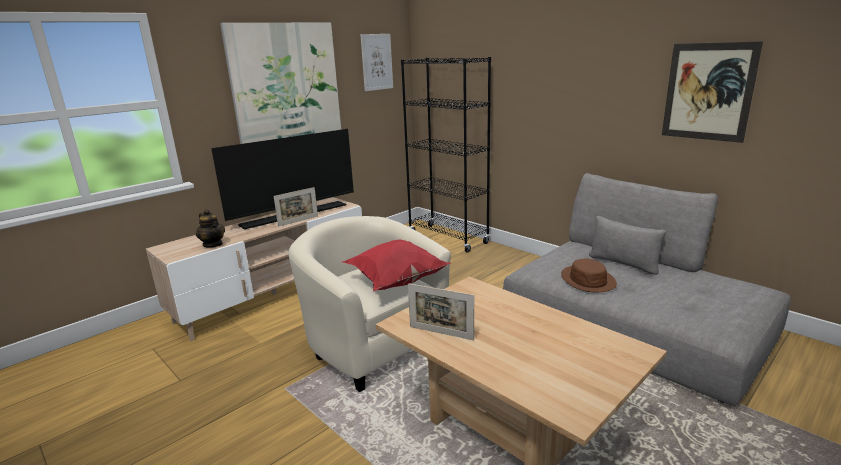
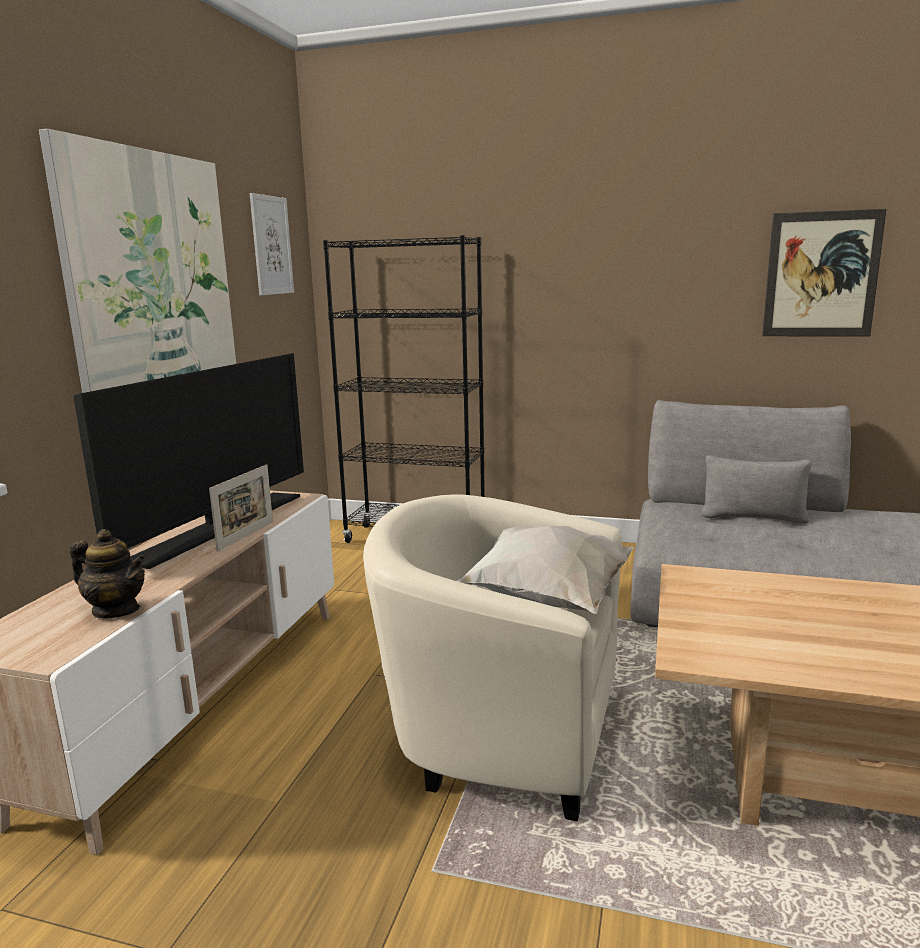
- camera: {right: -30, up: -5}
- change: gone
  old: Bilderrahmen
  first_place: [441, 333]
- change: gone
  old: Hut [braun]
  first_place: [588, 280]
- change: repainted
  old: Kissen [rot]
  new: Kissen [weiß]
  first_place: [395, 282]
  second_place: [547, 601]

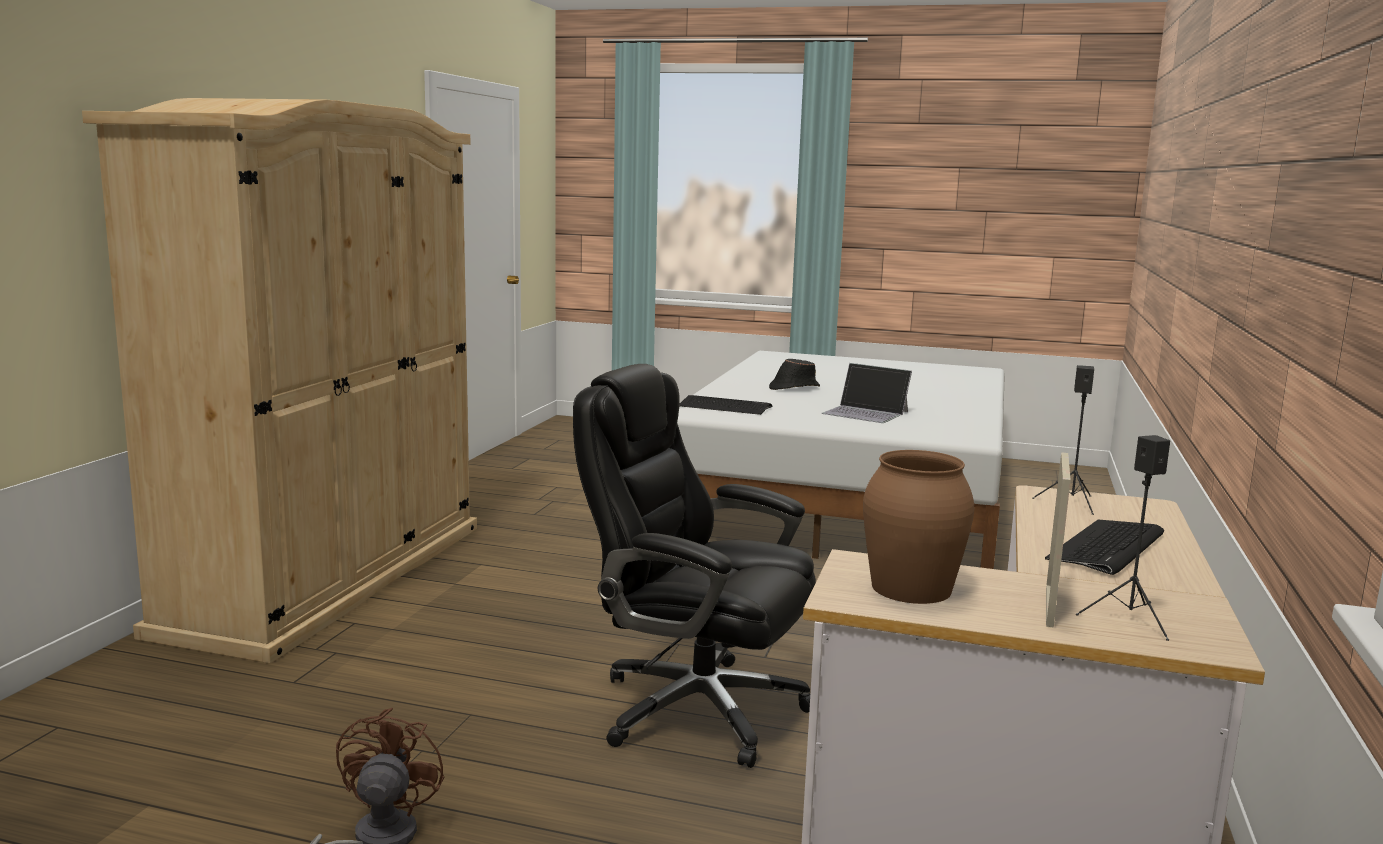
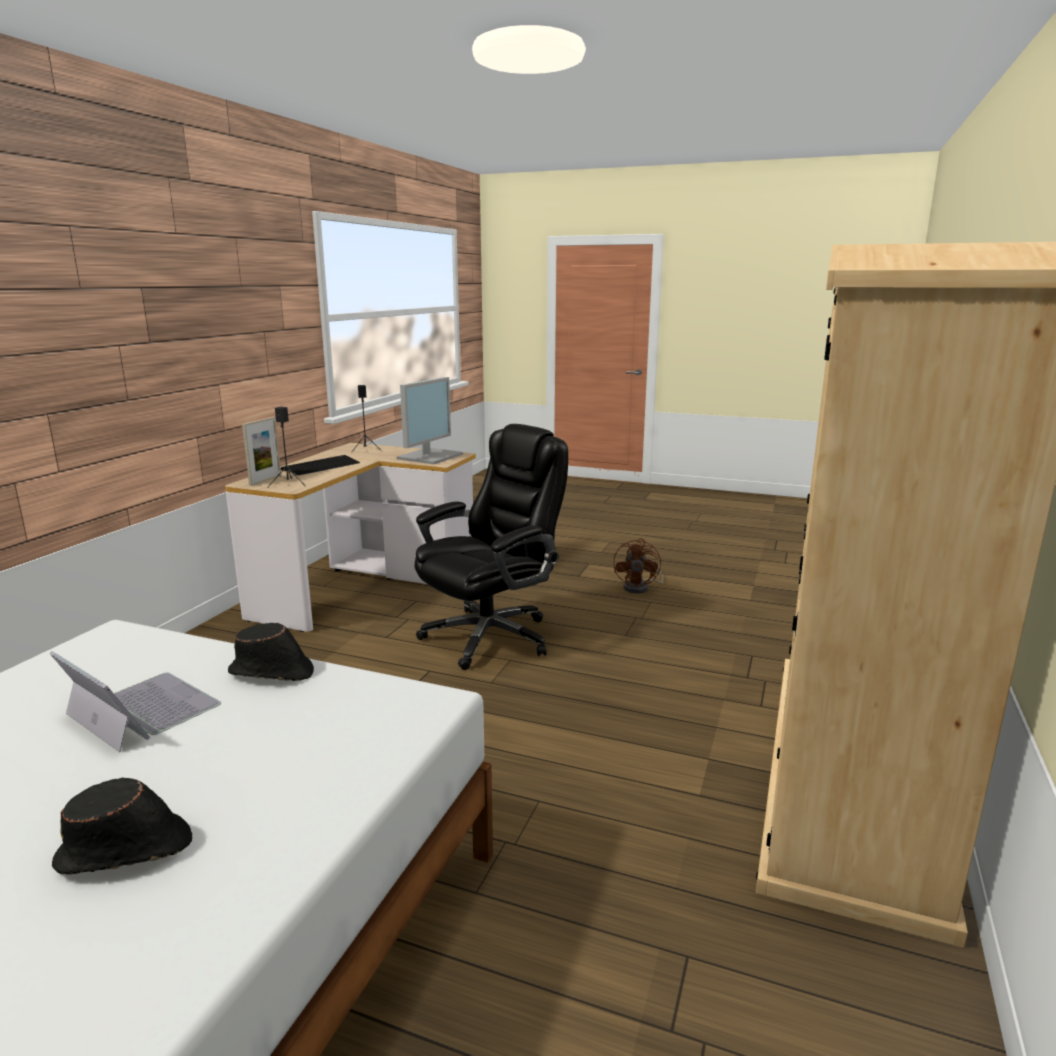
- camera: {right: -175, up: 5}
- change: gone
  old: Tastatur
  first_place: [724, 407]
- change: new
  new: Hut [schwarz]
  second_place: [272, 672]
- change: shifted
  old: Bilderrahmen
  first_place: [1049, 606]
  second_place: [265, 480]
- change: swapped
  old: Vase [braun]
  new: Monitor
  first_place: [912, 588]
  second_place: [430, 456]
- change: rotated
  old: Bürostuhl [schwarz]
  first_place: [695, 708]
  second_place: [491, 636]
  degrees: -75

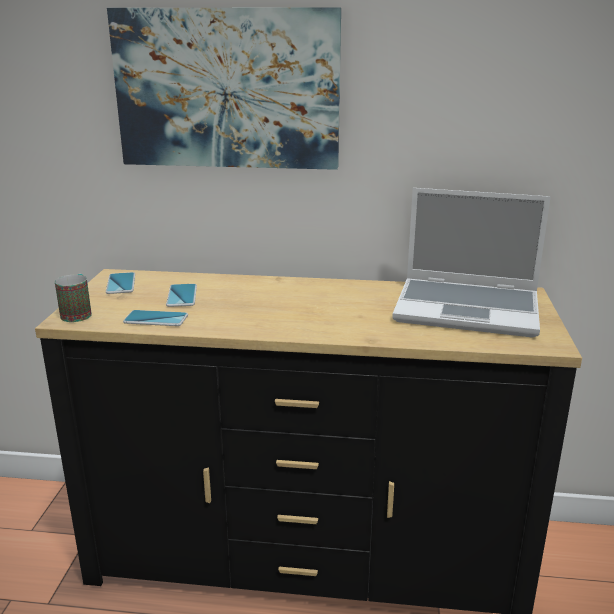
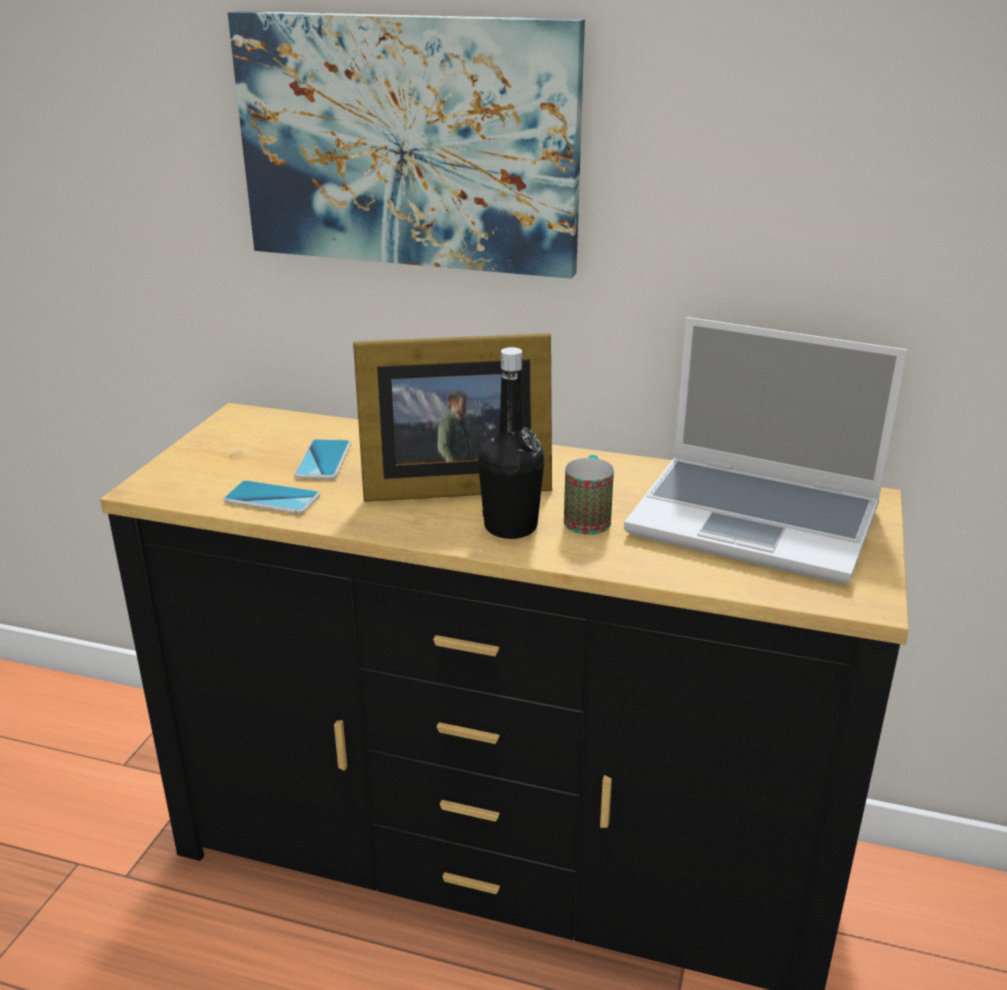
- camera: {right: 10, up: 5}
- change: gone
  old: Handy
  first_place: [121, 284]
- change: new
  new: Bilderrahmen
  second_place: [450, 484]
- change: new
  new: Flasche [schwarz]
  second_place: [510, 527]
- change: shifted
  old: Henkelbecher
  first_place: [78, 313]
  second_place: [588, 518]

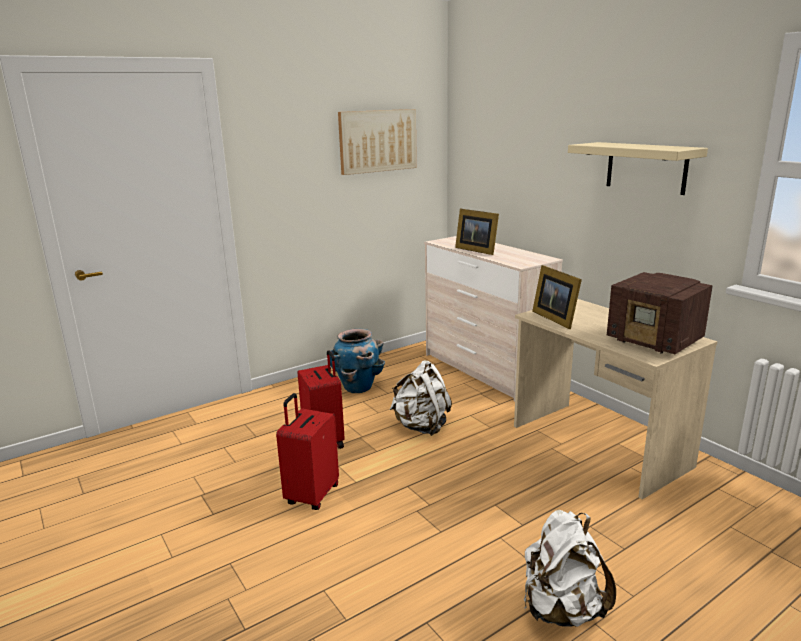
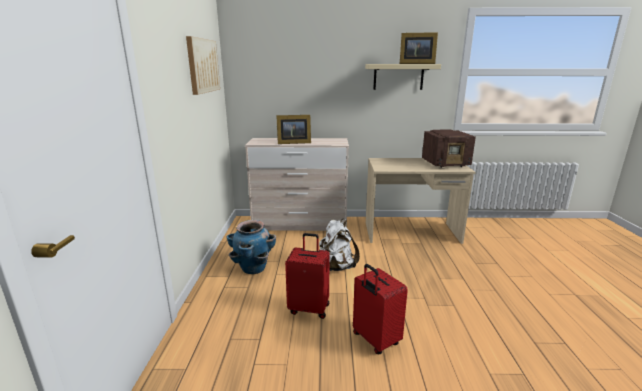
- camera: {right: -55, up: 0}
- change: gone
  old: Rucksack [weiß]
  first_place: [561, 609]
- change: shifted
  old: Bilderrahmen
  first_place: [555, 318]
  second_place: [415, 63]

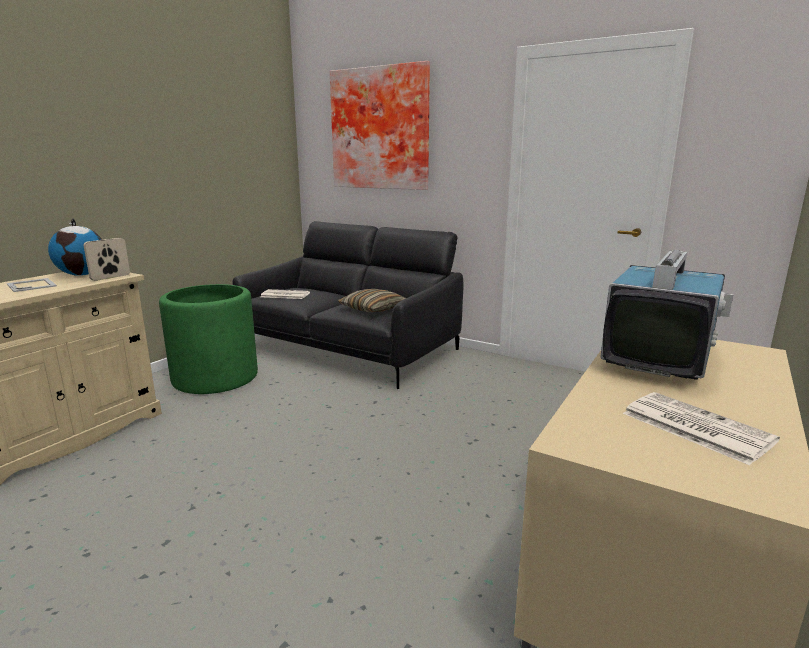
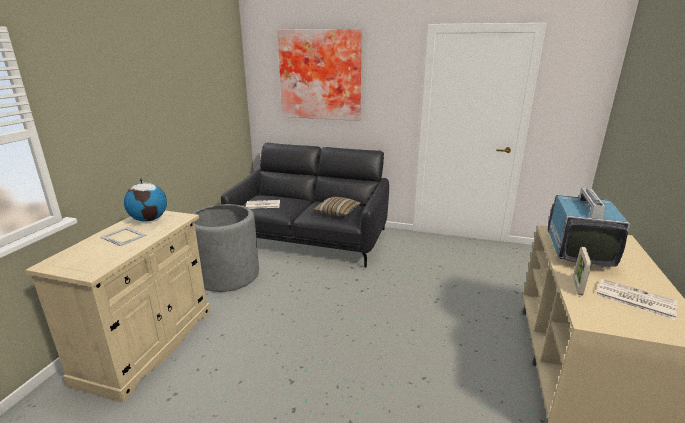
- camera: {right: -15, up: 5}
- change: shifted
  old: Bilderrahmen
  first_place: [110, 277]
  second_place: [577, 286]
- change: repainted
  old: Pflanzkübel [grün]
  new: Pflanzkübel [grau]
  first_place: [215, 377]
  second_place: [228, 275]

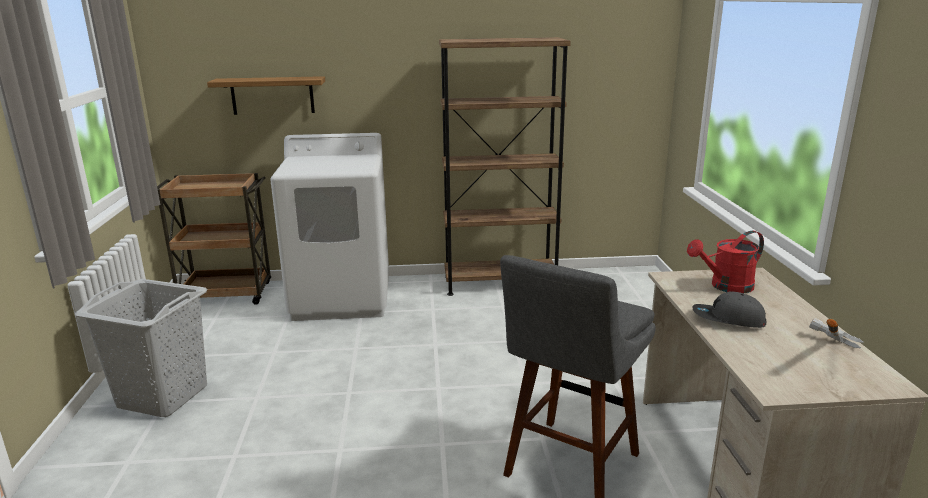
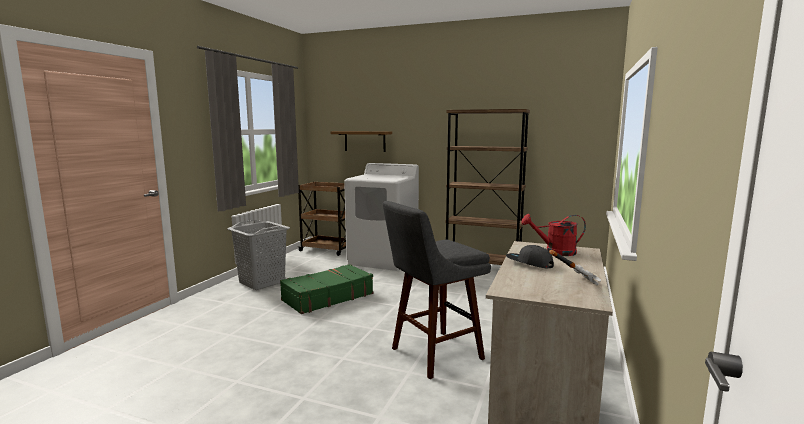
- camera: {right: 25, up: -10}
- change: new
  new: Koffer [grün]
  second_place: [327, 297]

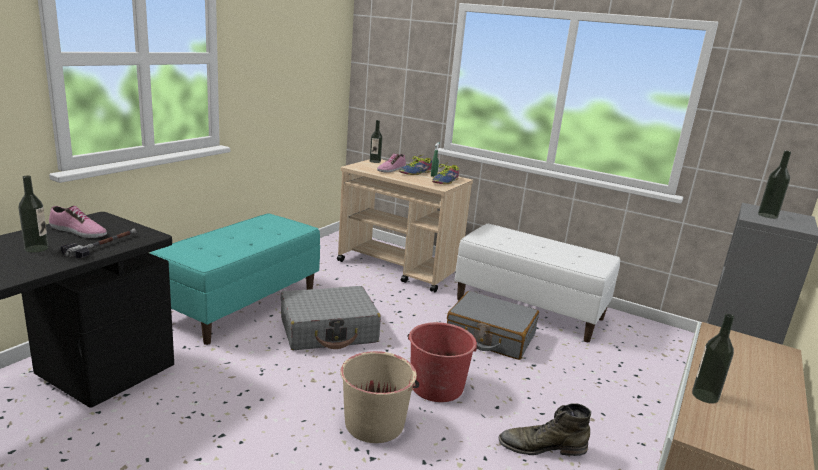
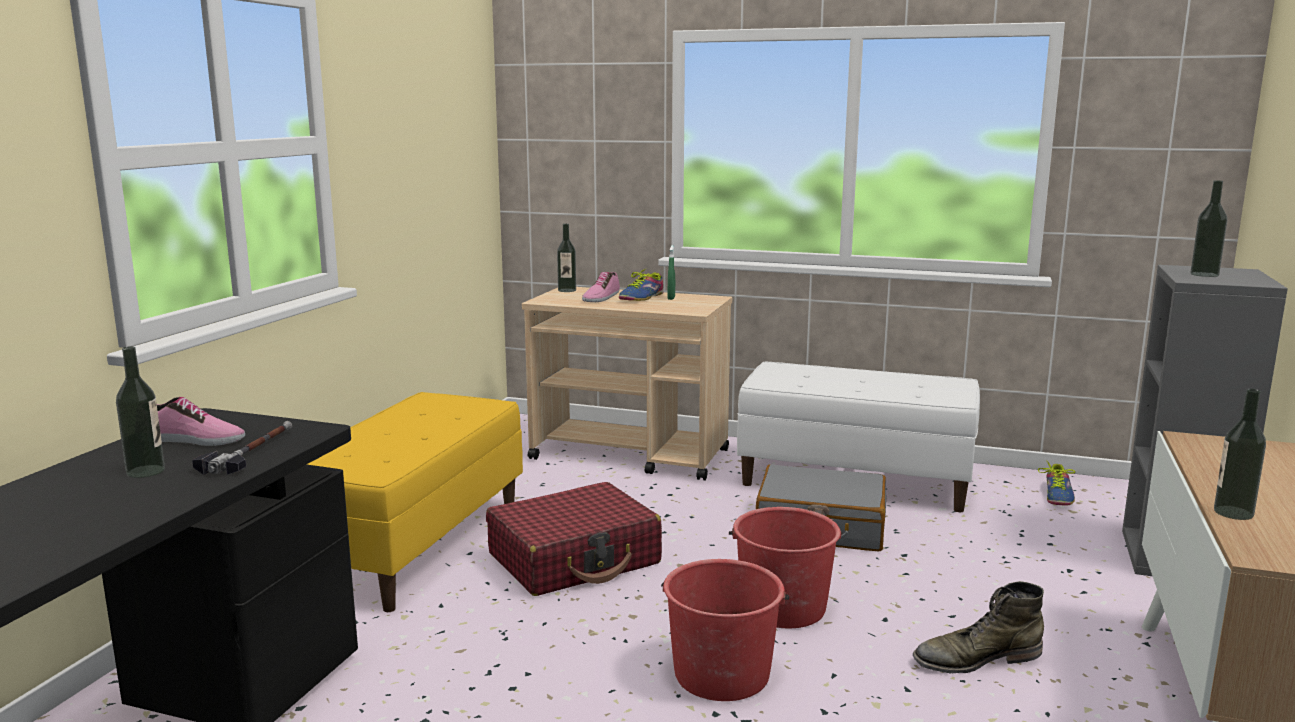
- camera: {right: -10, up: -5}
- change: shifted
  old: Schuh
  first_place: [445, 181]
  second_place: [1058, 496]
- change: repainted
  old: Bank [türkis]
  new: Bank [gelb]
  first_place: [242, 304]
  second_place: [412, 545]
- change: repainted
  old: Koffer [grau]
  new: Koffer [rot]
  first_place: [329, 330]
  second_place: [575, 559]
- change: repainted
  old: Eimer [beige]
  new: Eimer [rot]
  first_place: [374, 423]
  second_place: [721, 674]

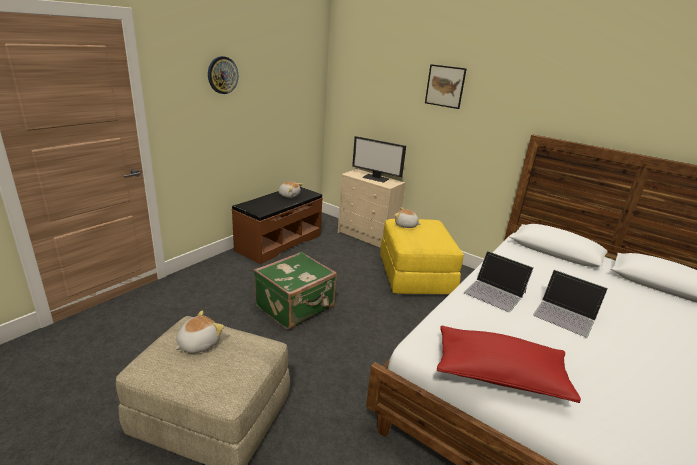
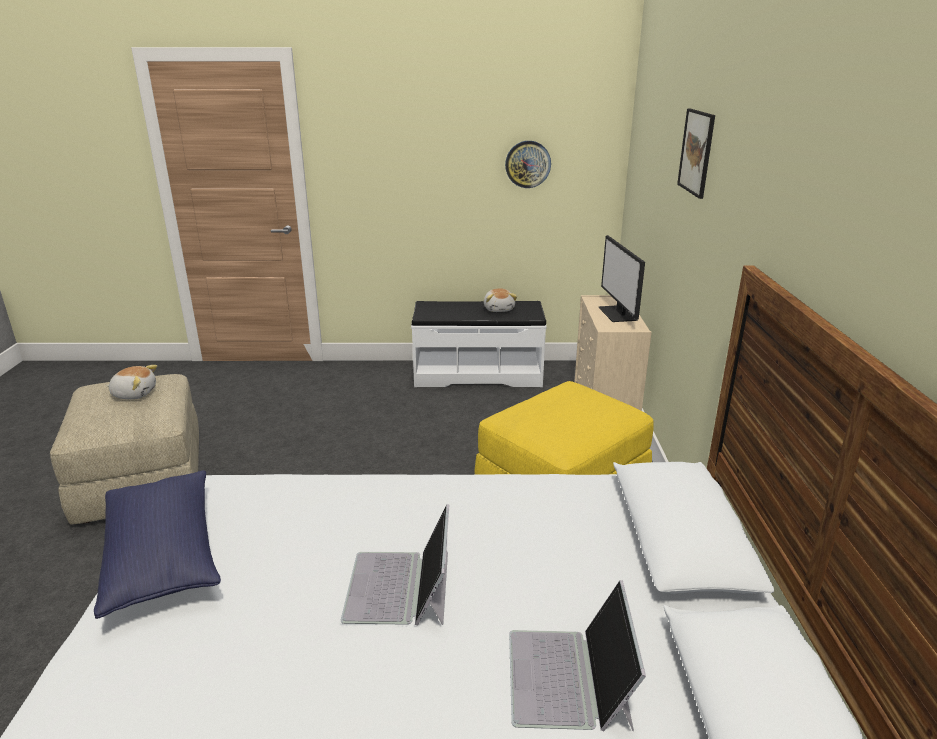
- camera: {right: 55, up: 0}
- change: gone
  old: Koffer [grün]
  first_place: [296, 307]
- change: gone
  old: Plüschtier
  first_place: [406, 225]
- change: shifted
  old: Wanduhr
  first_place: [222, 75]
  second_place: [528, 164]
- change: shifted
  old: Laptop
  first_place: [495, 292]
  second_place: [570, 678]
- change: repainted
  old: Bank [braun]
  new: Bank [weiß]
  first_place: [278, 242]
  second_place: [478, 374]
- change: repainted
  old: Kissen [rot]
  new: Kissen [blau]
  first_place: [499, 375]
  second_place: [163, 556]

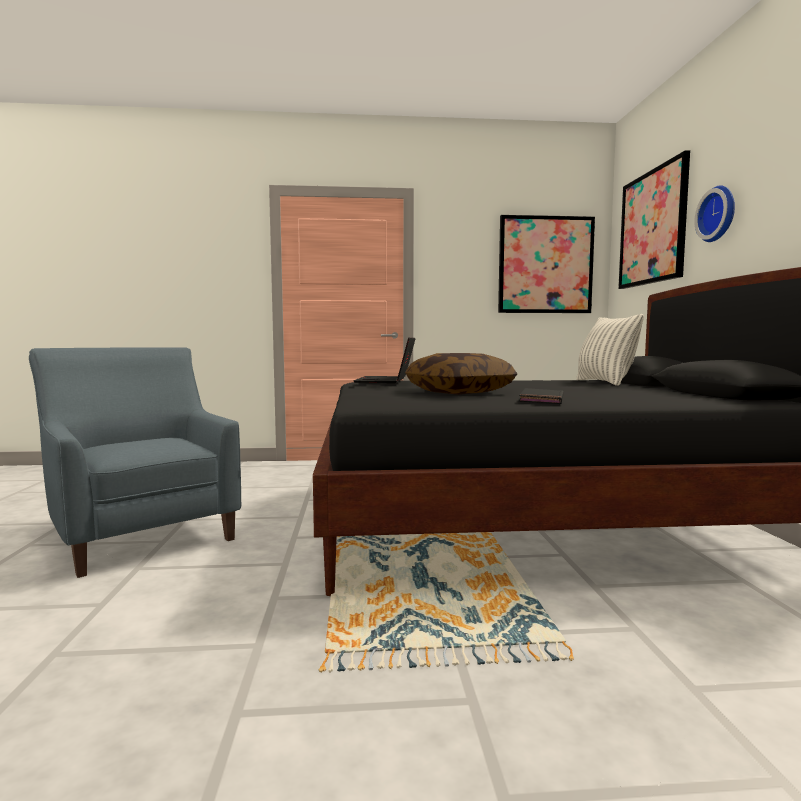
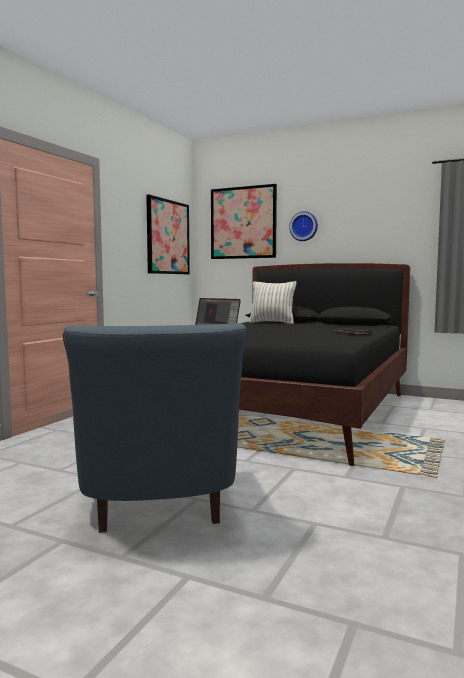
- camera: {right: -60, up: 0}
- change: gone
  old: Kissen
  first_place: [459, 392]
- change: rotated
  old: Sessel [blau]
  first_place: [140, 532]
  second_place: [158, 506]
  degrees: -90

